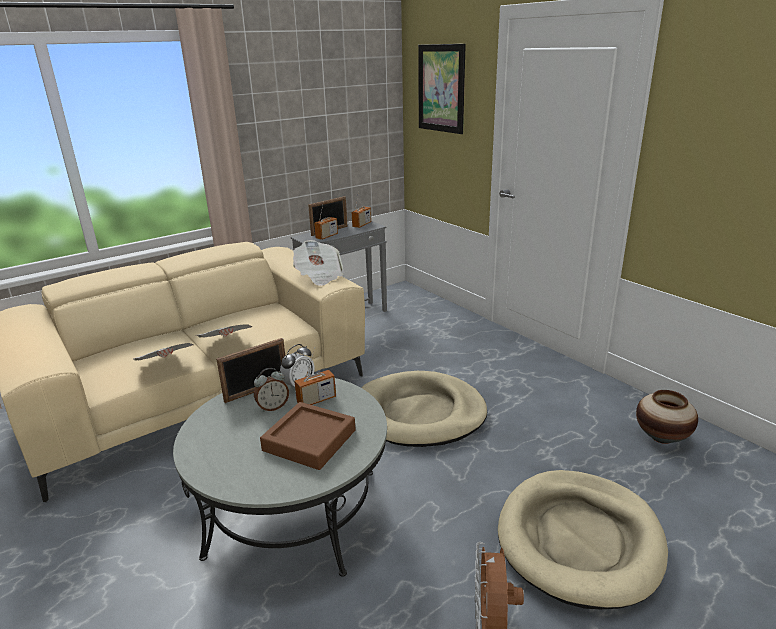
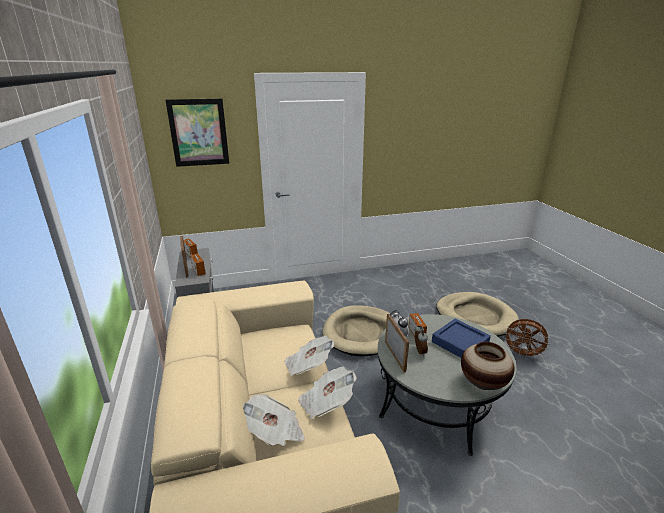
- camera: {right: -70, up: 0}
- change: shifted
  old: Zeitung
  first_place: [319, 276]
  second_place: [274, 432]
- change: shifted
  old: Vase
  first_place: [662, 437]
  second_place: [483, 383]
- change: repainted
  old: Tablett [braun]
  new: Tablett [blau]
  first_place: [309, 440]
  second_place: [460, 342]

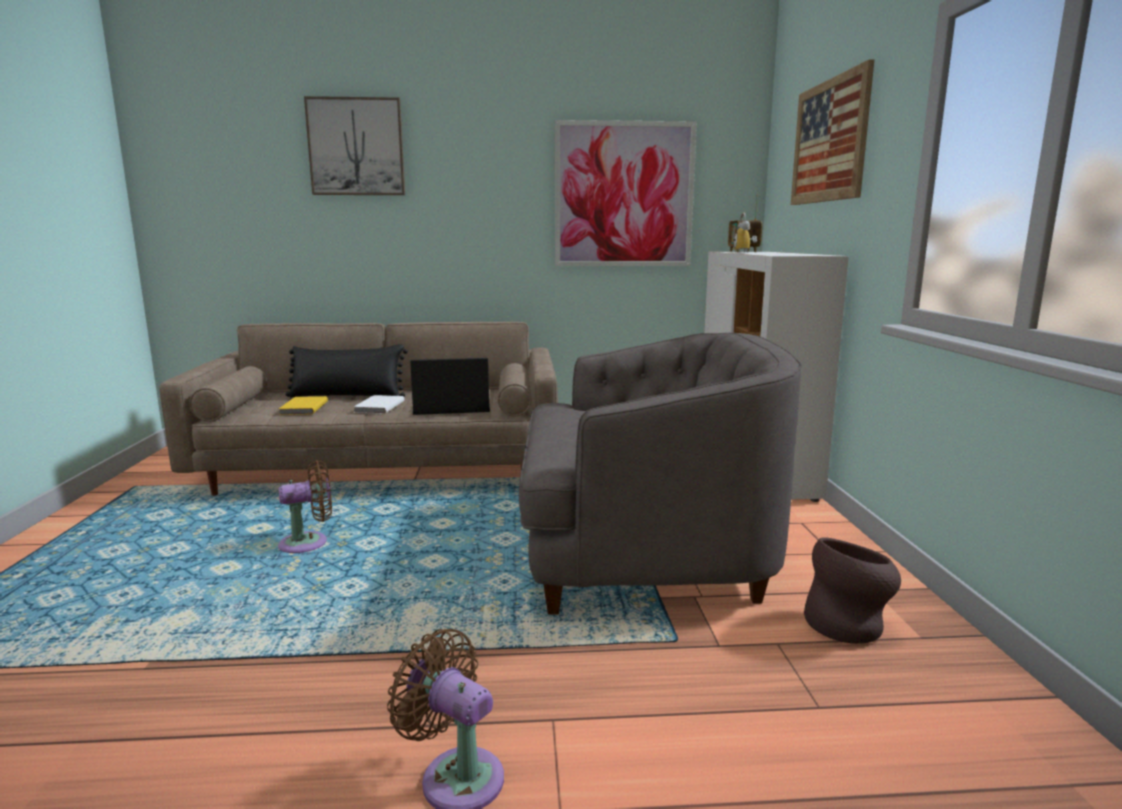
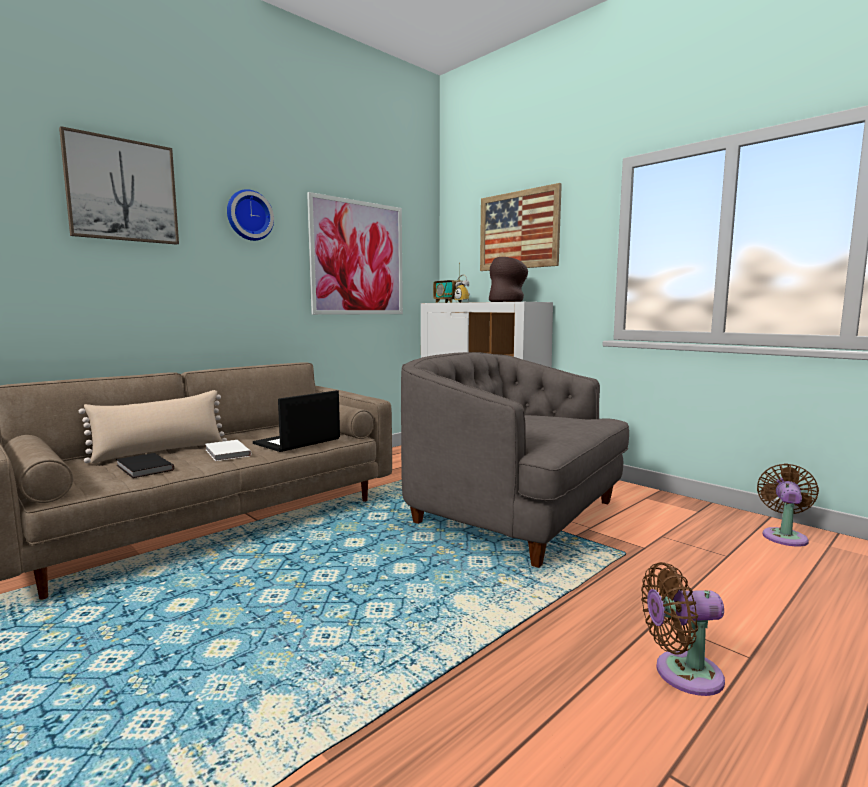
- camera: {right: -40, up: -5}
- change: new
  new: Wanduhr
  second_place: [249, 215]
- change: shifted
  old: Ventilator [braun]
  first_place: [309, 543]
  second_place: [784, 536]
- change: shifted
  old: Vase [braun]
  first_place: [848, 624]
  second_place: [507, 301]
- change: repainted
  old: Buch [gelb]
  new: Buch [schwarz]
  first_place: [302, 408]
  second_place: [143, 468]
- change: repainted
  old: Kissen [schwarz]
  new: Kissen [beige]
  first_place: [347, 396]
  second_place: [160, 451]
- change: rotated
  old: Sessel [grau]
  first_place: [640, 550]
  second_place: [513, 515]
  degrees: -105

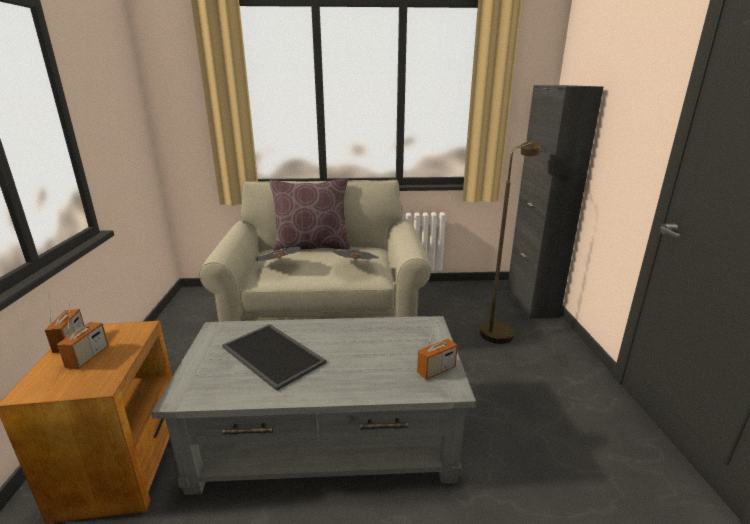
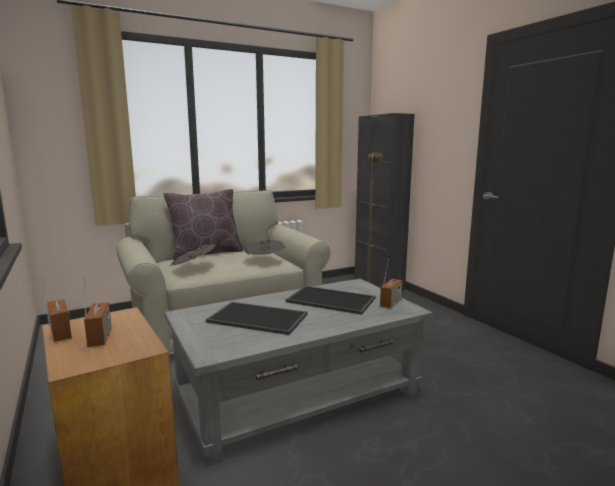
- camera: {right: -25, up: -10}
- change: new
  new: Tablett
  second_place: [329, 300]

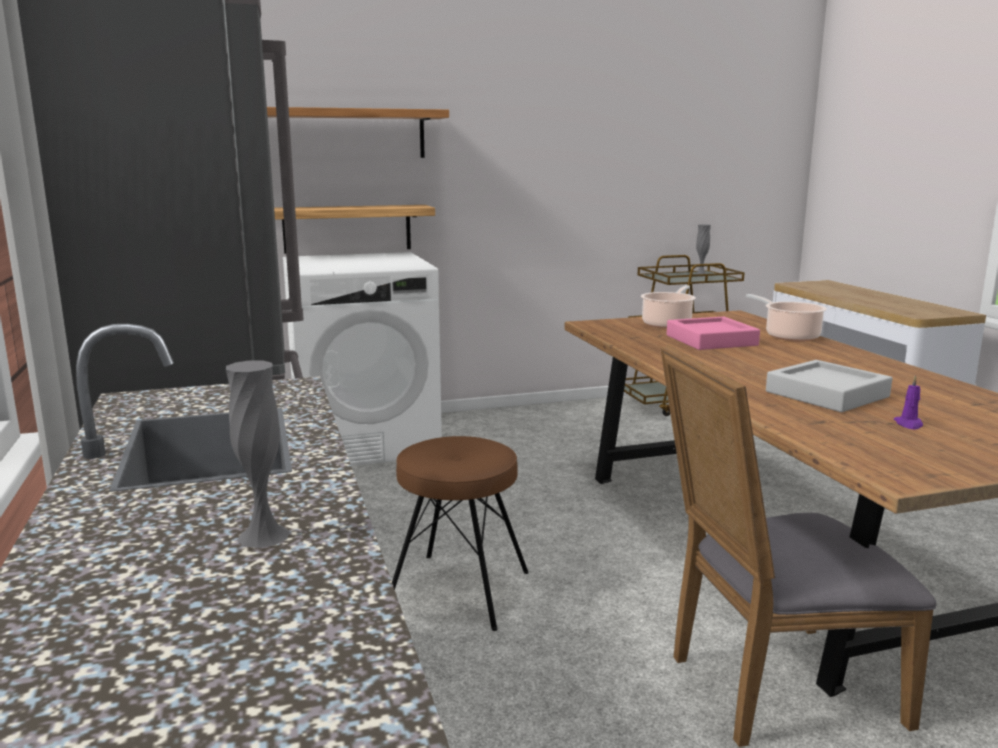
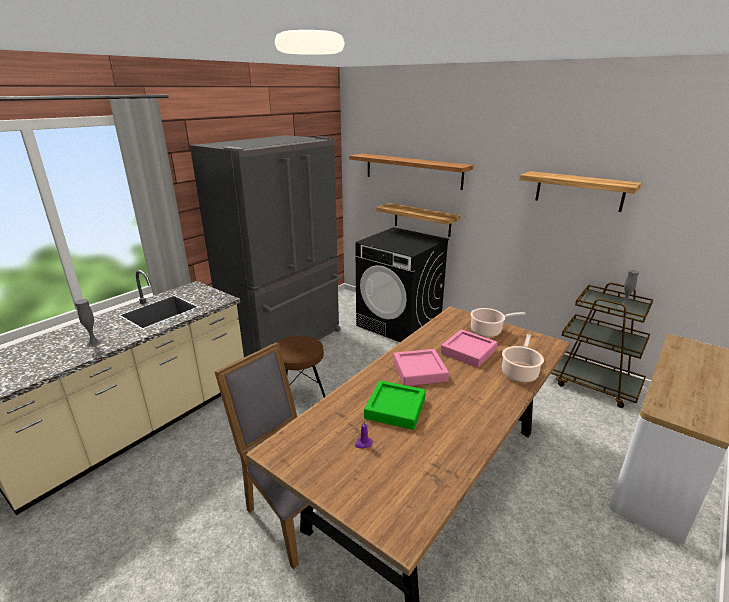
- camera: {right: 55, up: 10}
- change: new
  new: Tablett [rosa]
  second_place: [419, 371]
- change: new
  new: Wandregal
  second_place: [579, 191]
- change: repainted
  old: Waschmaschine [weiß]
  new: Waschmaschine [schwarz]
  first_place: [366, 441]
  second_place: [399, 324]
- change: repainted
  old: Tablett [grau]
  new: Tablett [grün]
  first_place: [826, 394]
  second_place: [395, 408]

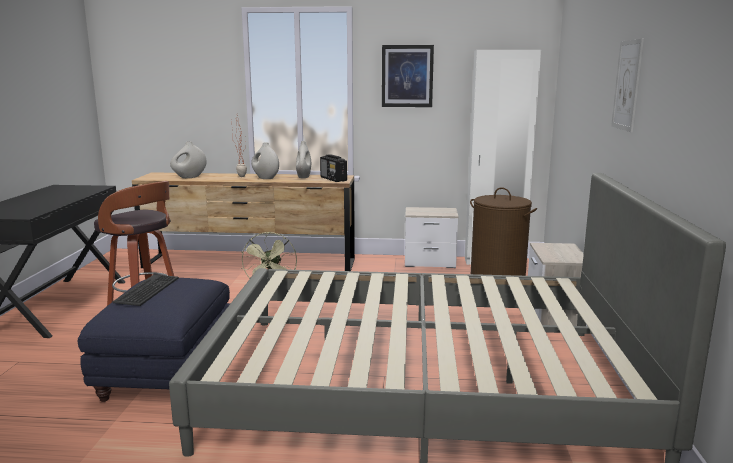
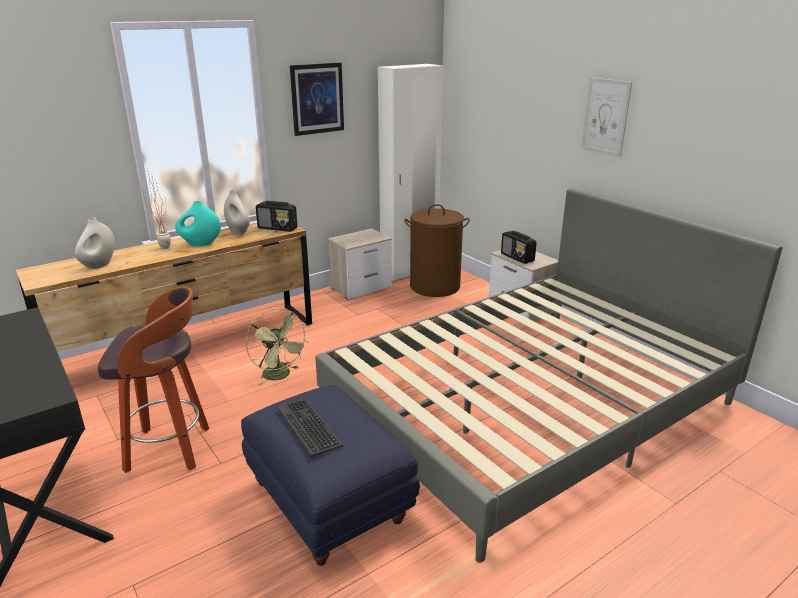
- camera: {right: -40, up: 10}
- change: new
  new: Radio
  second_place: [517, 258]
- change: repainted
  old: Vase [weiß]
  new: Vase [türkis]
  first_place: [265, 178]
  second_place: [200, 244]

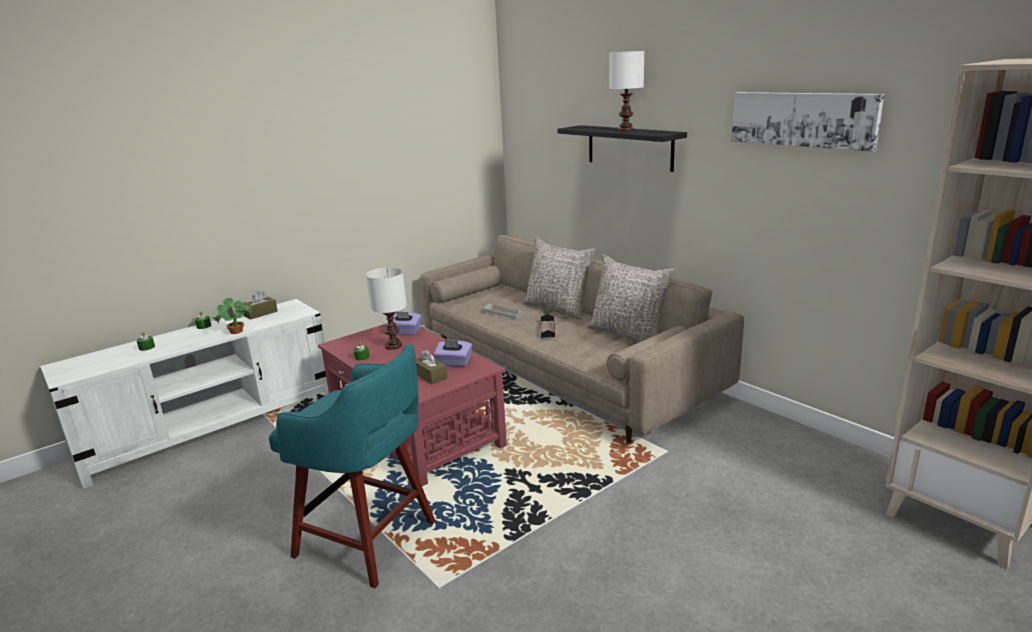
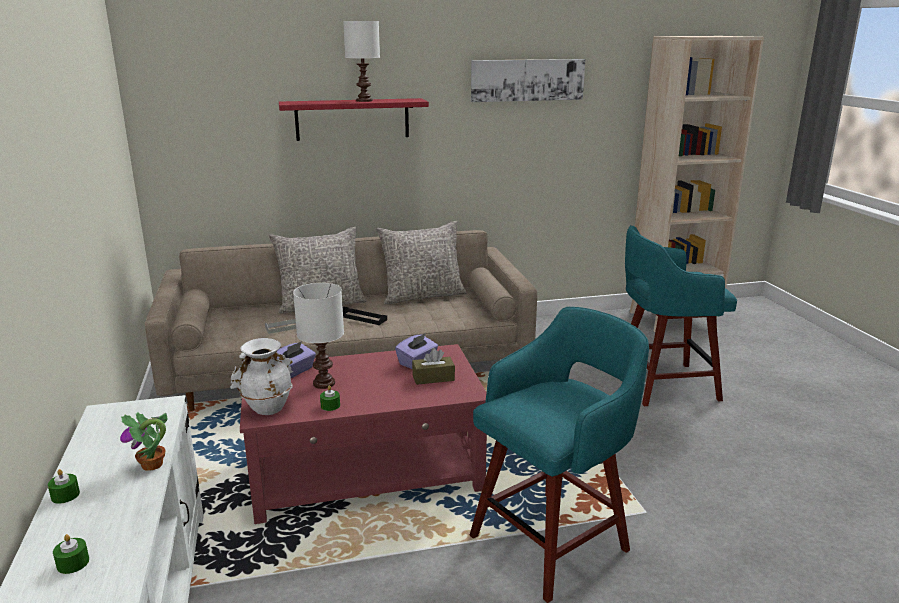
- camera: {right: -65, up: 0}
- change: gone
  old: Taschentuchbox [braun]
  first_place: [260, 313]
- change: new
  new: Vase [weiß]
  second_place: [267, 408]
- change: new
  new: Hocker [türkis]
  second_place: [662, 384]
- change: repainted
  old: Wandregal [schwarz]
  new: Wandregal [rot]
  first_place: [629, 147]
  second_place: [352, 119]

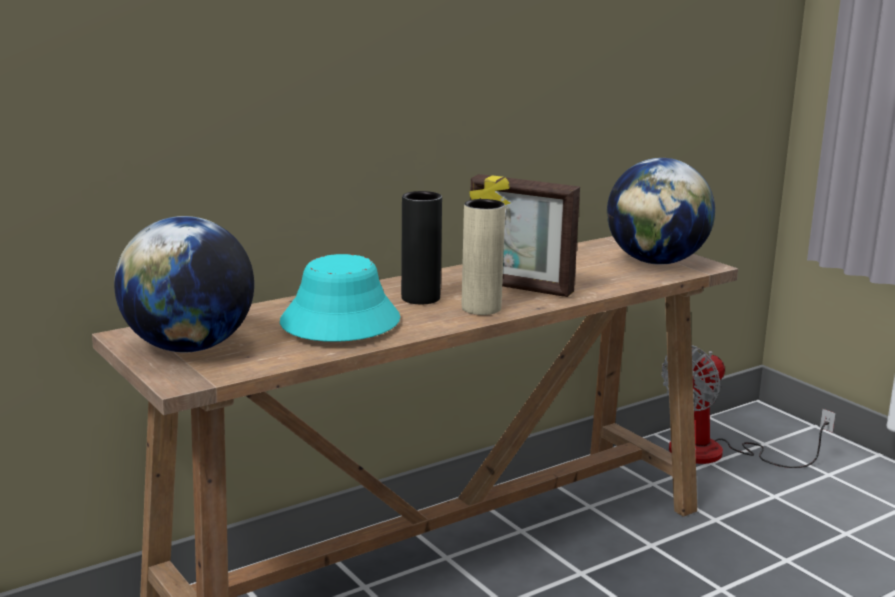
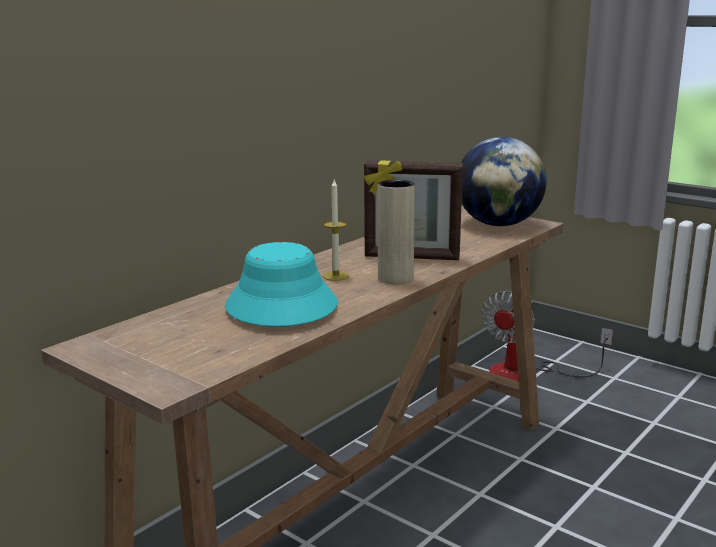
- camera: {right: -15, up: 0}
- change: gone
  old: Globus
  first_place: [188, 347]
- change: swapped
  old: Vase [schwarz]
  new: Kerze
  first_place: [420, 298]
  second_place: [336, 276]

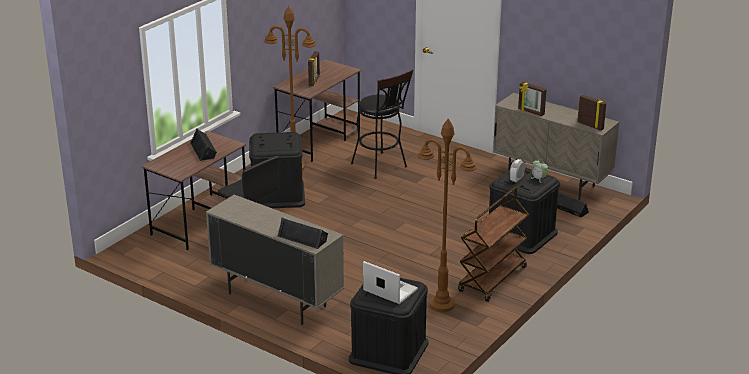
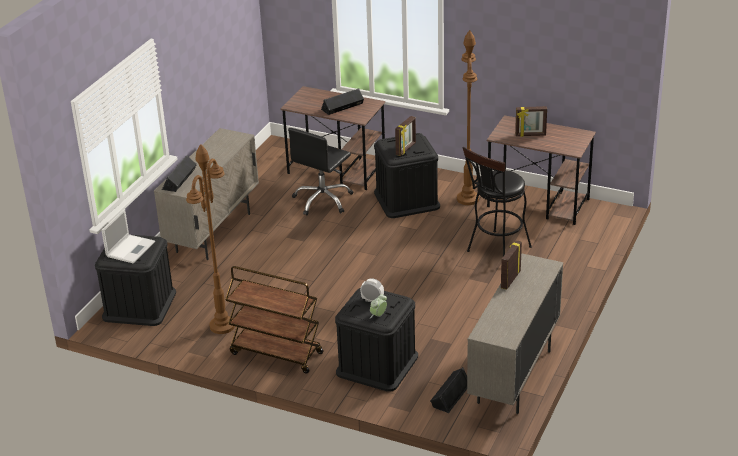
- camera: {right: 80, up: 5}
- change: shifted
  old: Bilderrahmen
  first_place: [590, 125]
  second_place: [406, 149]

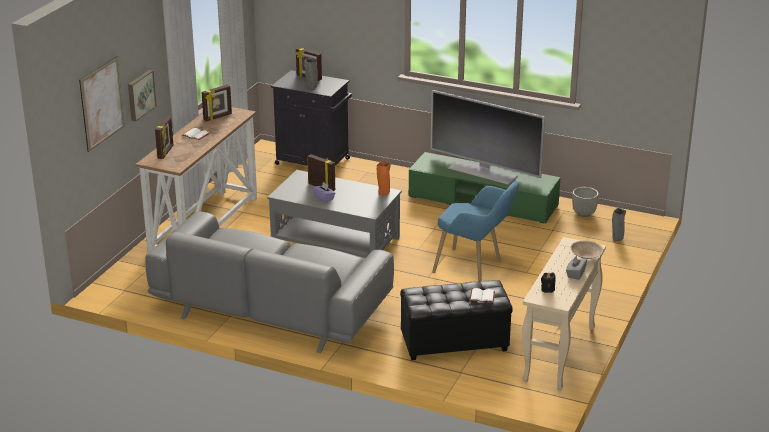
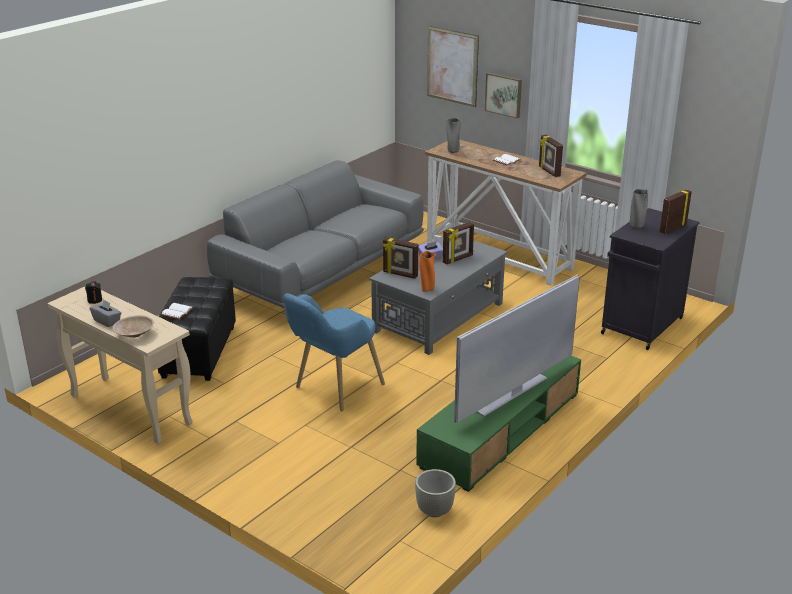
- camera: {right: 105, up: 0}
- change: shifted
  old: Bilderrahmen
  first_place: [166, 152]
  second_place: [400, 274]
- change: shifted
  old: Vase [grau]
  first_place: [617, 239]
  second_place: [452, 151]

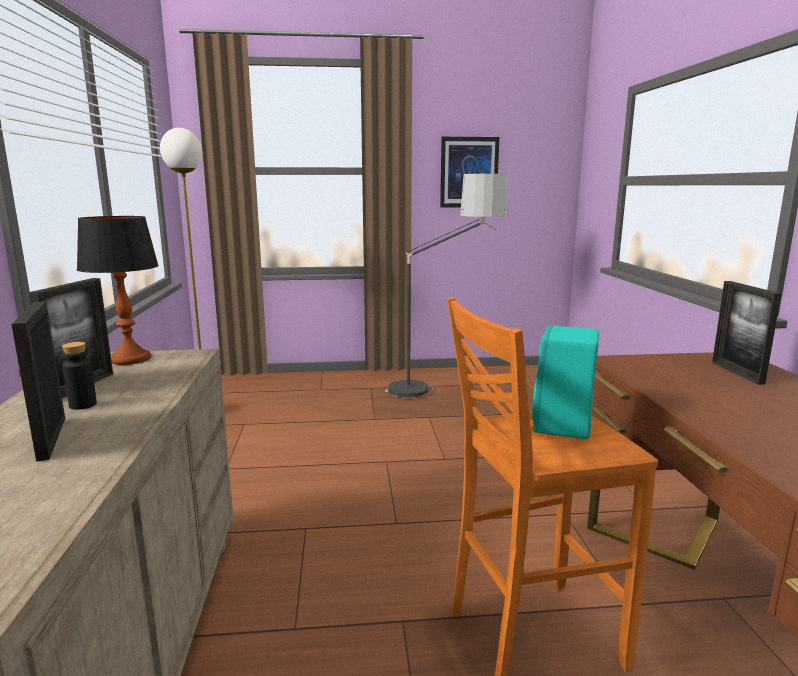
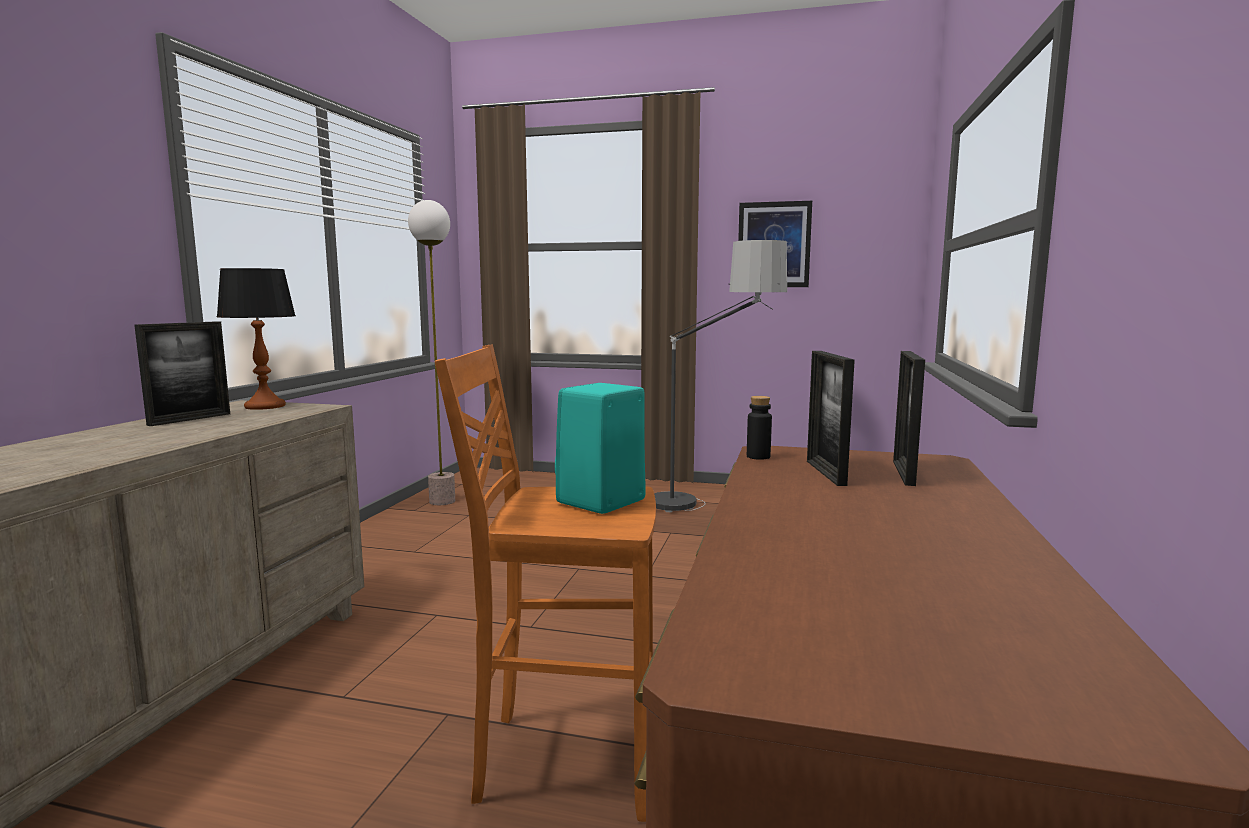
- camera: {right: 20, up: -5}
- change: shifted
  old: Bilderrahmen
  first_place: [52, 438]
  second_place: [825, 472]
- change: shifted
  old: Flasche [schwarz]
  first_place: [83, 405]
  second_place: [758, 456]

